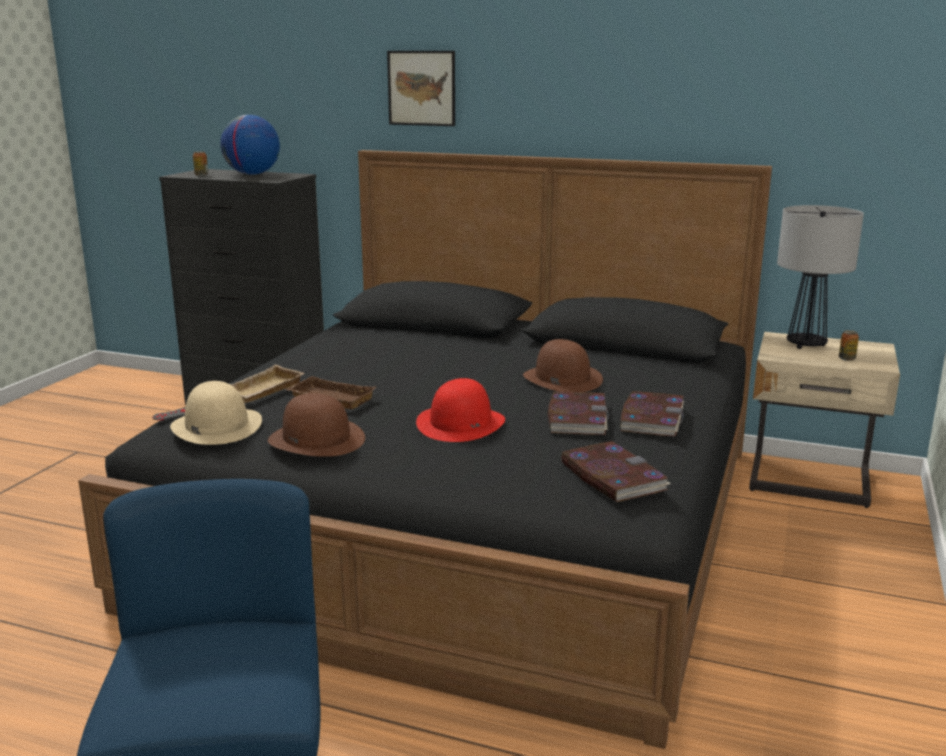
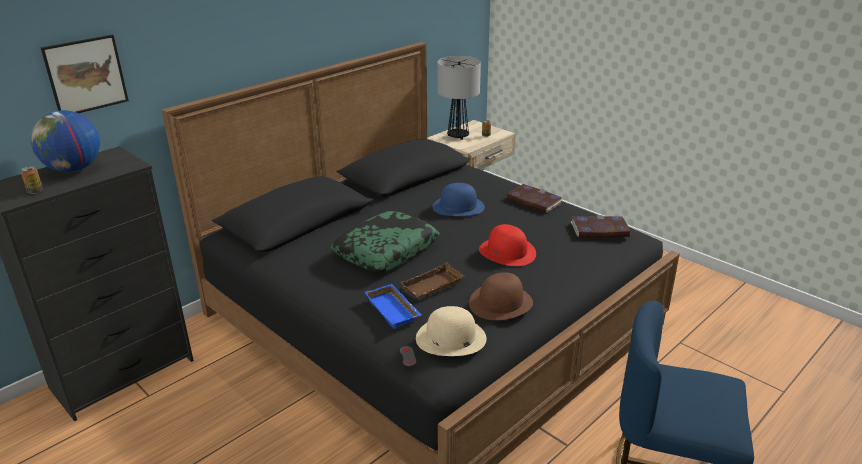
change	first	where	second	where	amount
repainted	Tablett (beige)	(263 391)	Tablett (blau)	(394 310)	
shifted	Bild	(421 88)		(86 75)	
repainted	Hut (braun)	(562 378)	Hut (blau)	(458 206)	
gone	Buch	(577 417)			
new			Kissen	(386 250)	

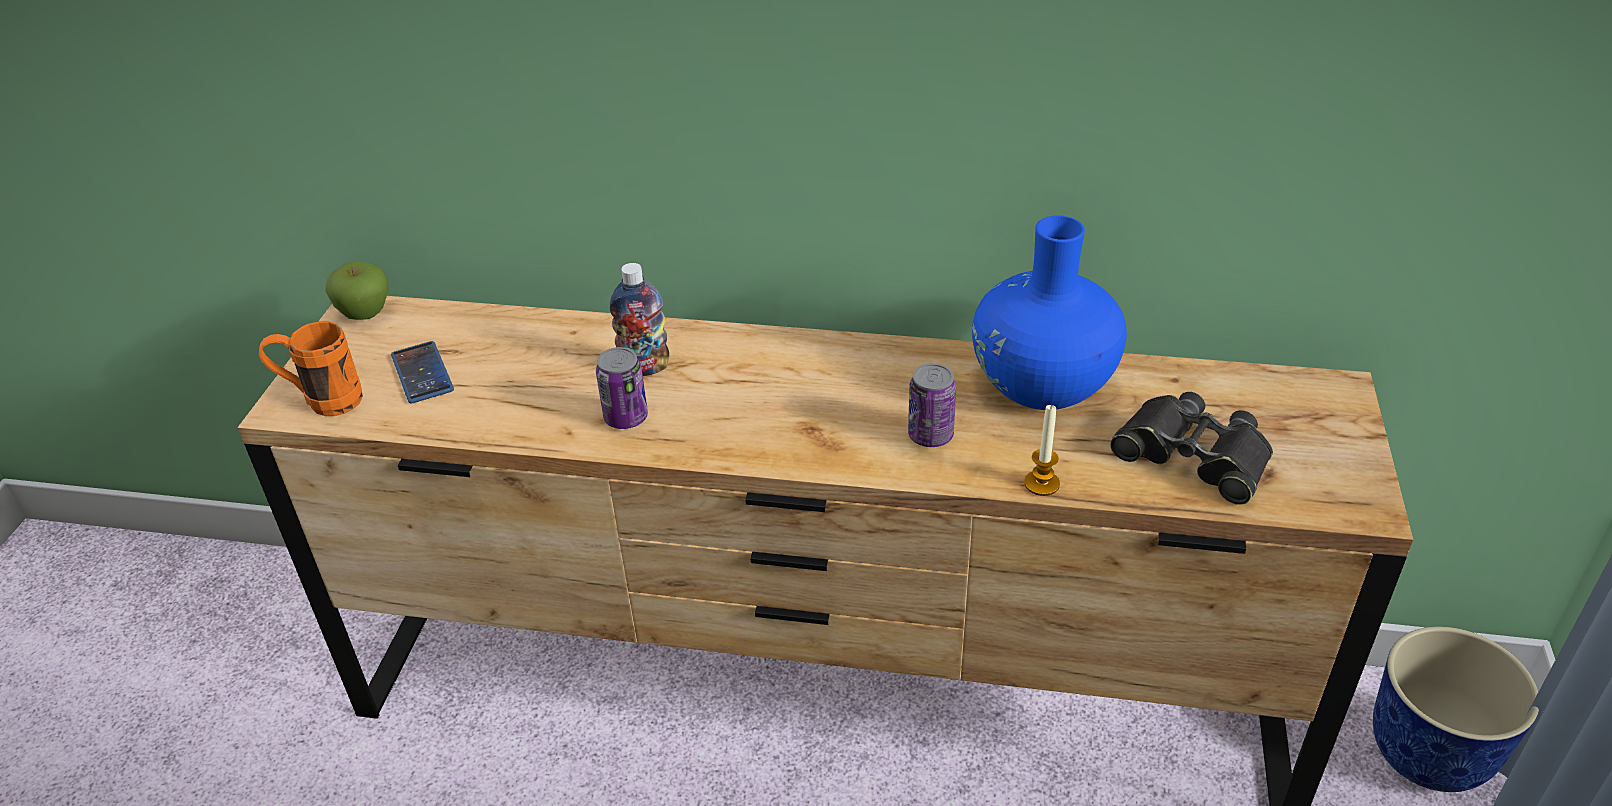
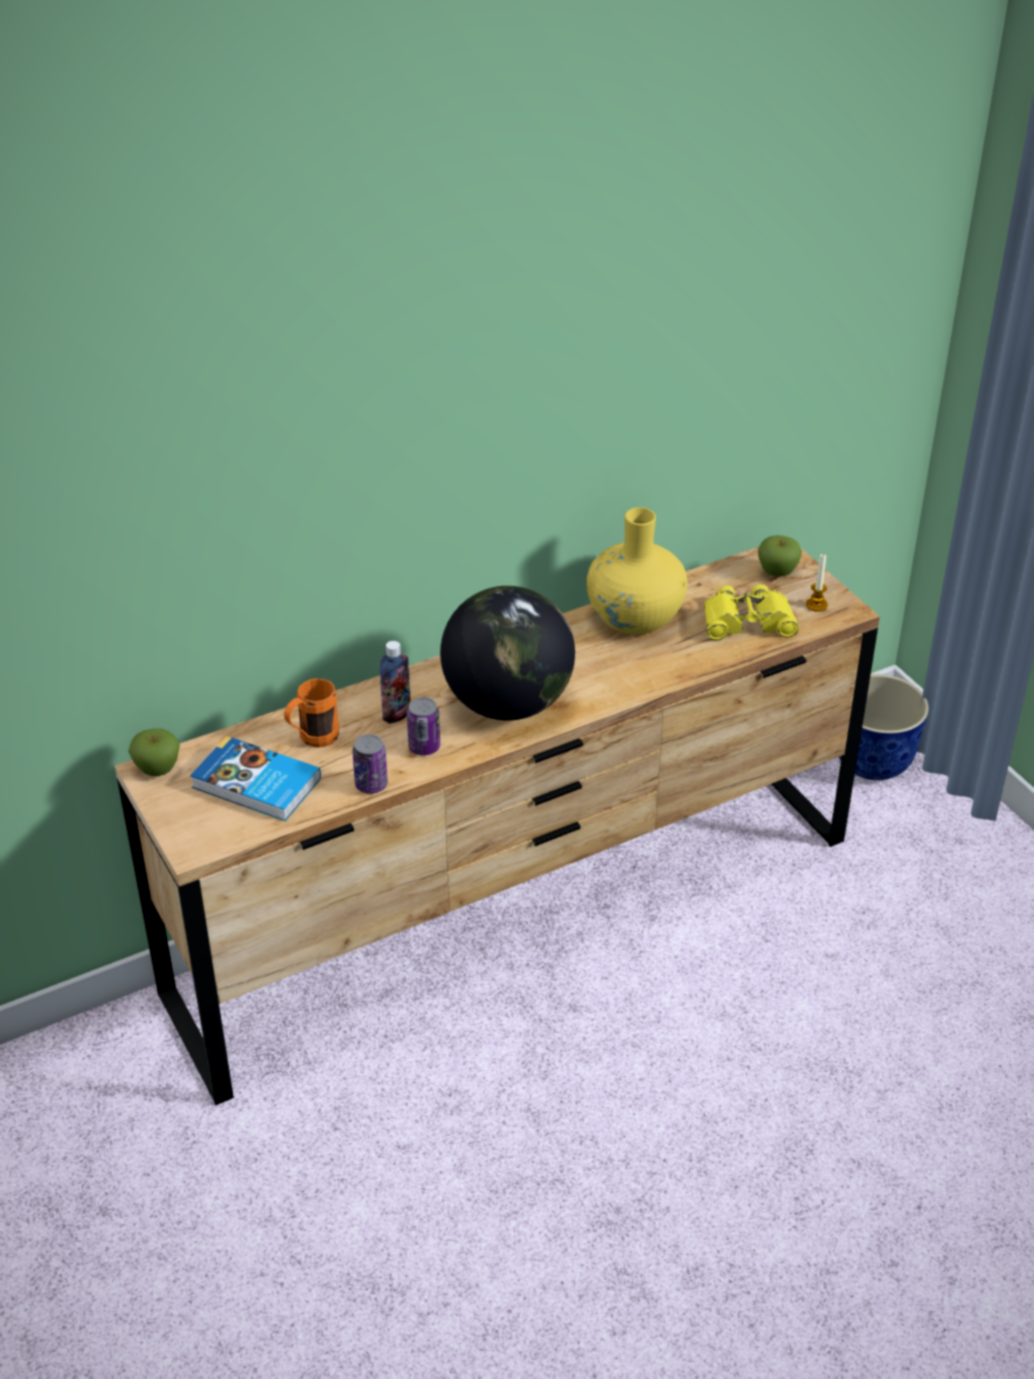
change	first	where	second	where	amount
shifted	Henkelbecher (orange)	(322 402)		(312 740)	
swapped	Handy	(422 373)	Buch	(256 785)	
shifted	Dose	(930 435)		(371 785)	
repainted	Vase (blau)	(1042 385)	Vase (gelb)	(635 618)	
shifted	Kerze	(1041 484)		(816 605)	
repainted	Fernglas (schwarz)	(1193 456)	Fernglas (gelb)	(747 621)	
new			Globus	(508 704)	
new			Apfel	(777 572)	

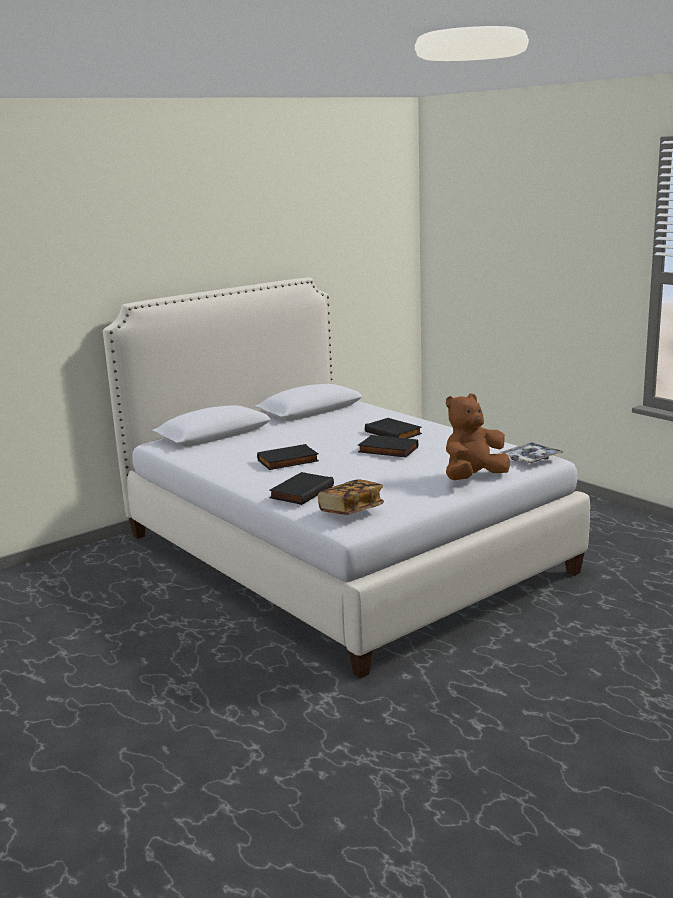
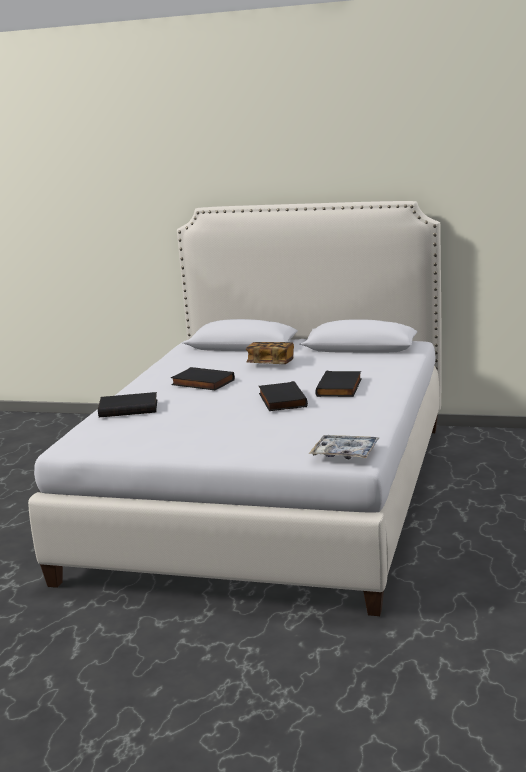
change	first	where	second	where	amount
shifted	Buch	(351 510)		(270 364)	
gone	Plüschtier (braun)	(473 478)			

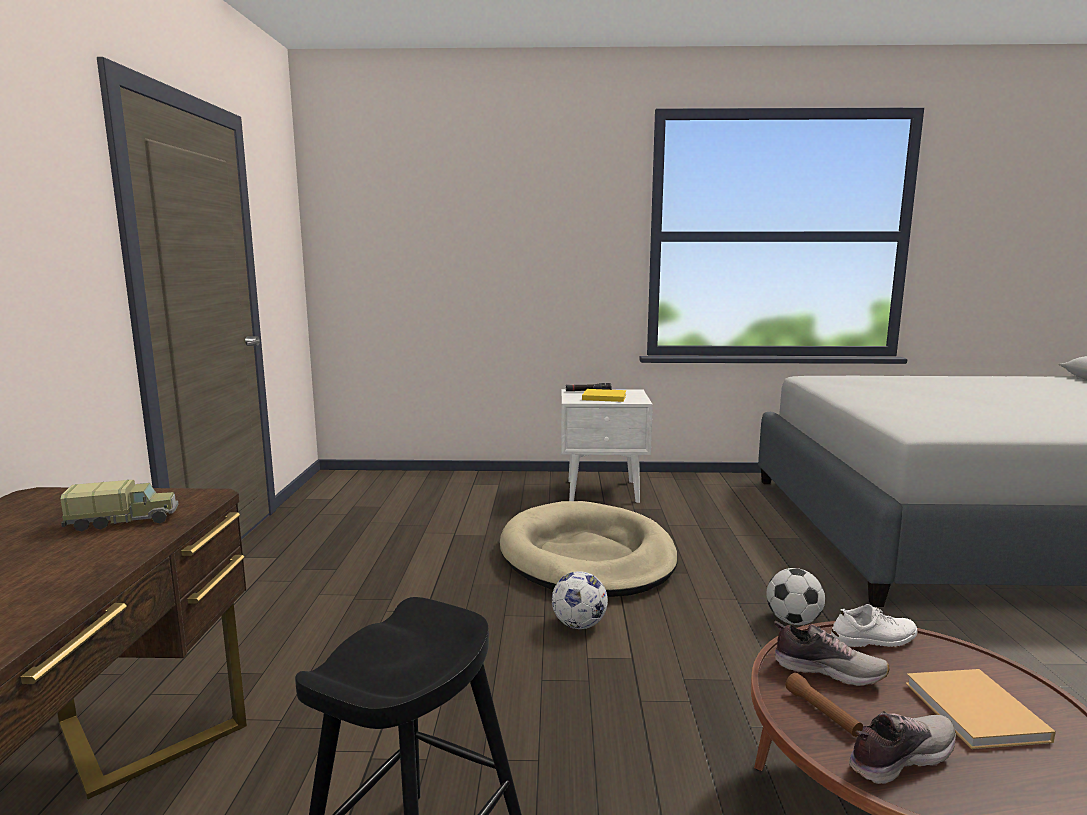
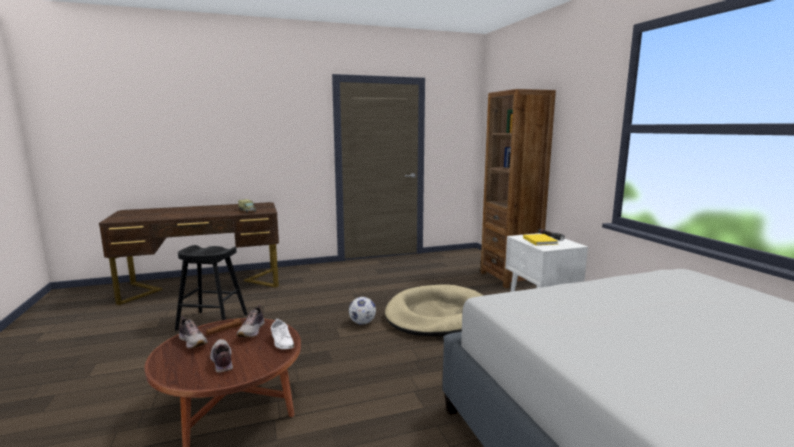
change	first	where	second	where	amount
gone	Fußball	(793 621)			
swapped	Buch (beige)	(977 713)	Schuh	(221 361)	
new			Bücherregal (braun)	(509 277)	

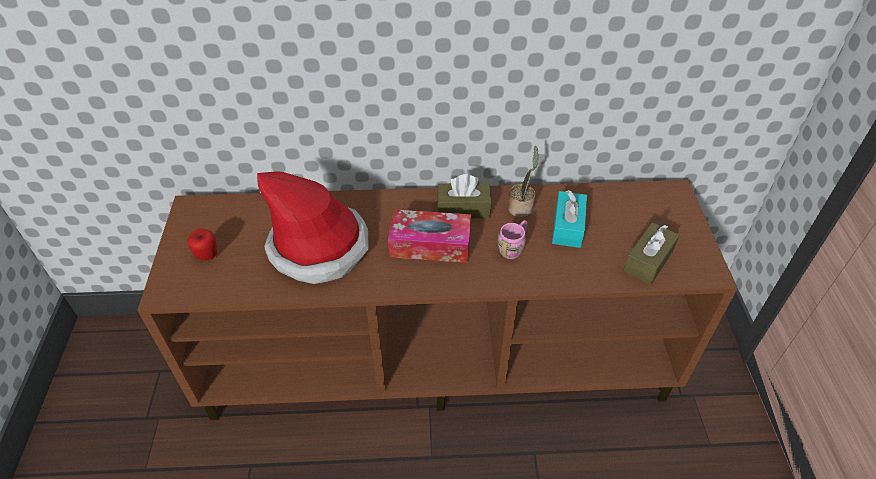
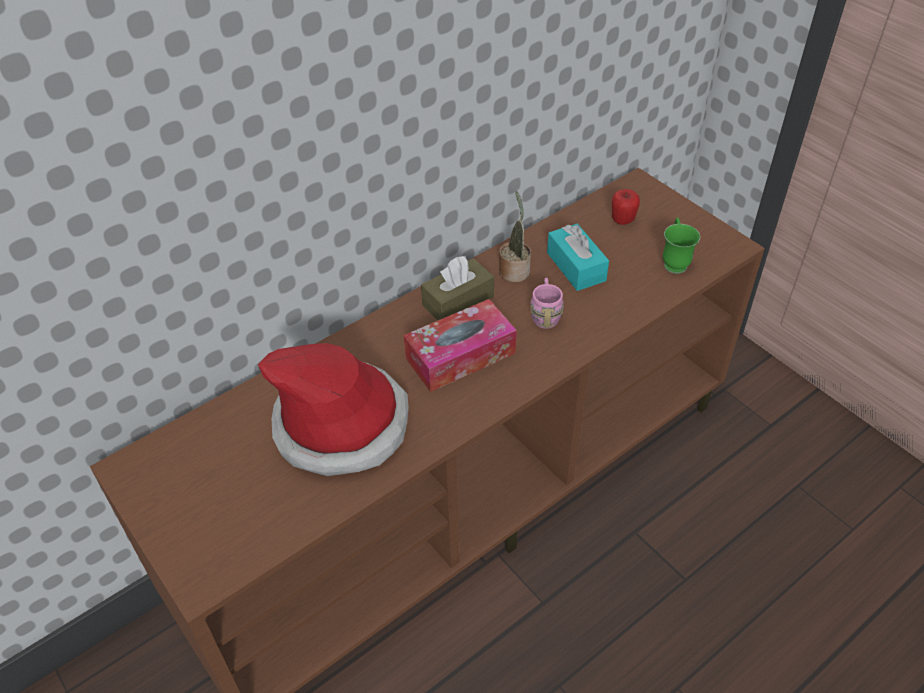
change	first	where	second	where	amount
shifted	Apfel	(207 256)		(622 221)	
swapped	Taschentuchbox (braun)	(648 260)	Henkelbecher (grün)	(674 261)	

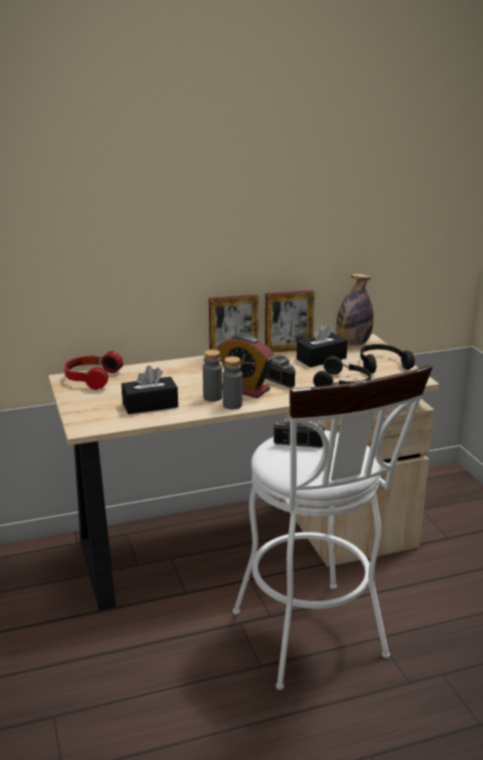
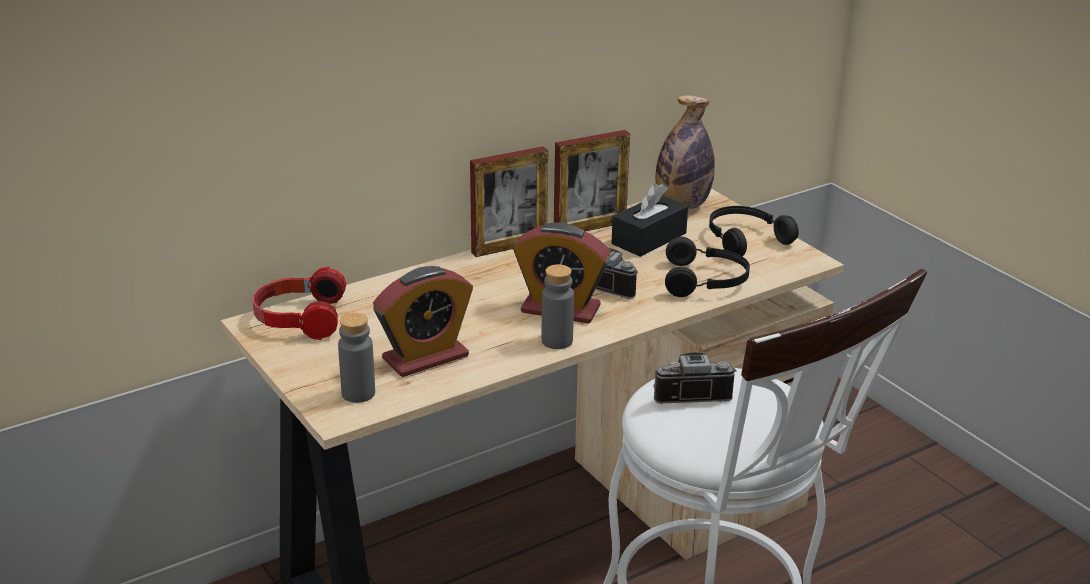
change	first	where	second	where	amount
swapped	Taschentuchbox (schwarz)	(150 405)	Wecker	(425 357)	
shifted	Flasche (grau)	(212 397)		(358 393)	

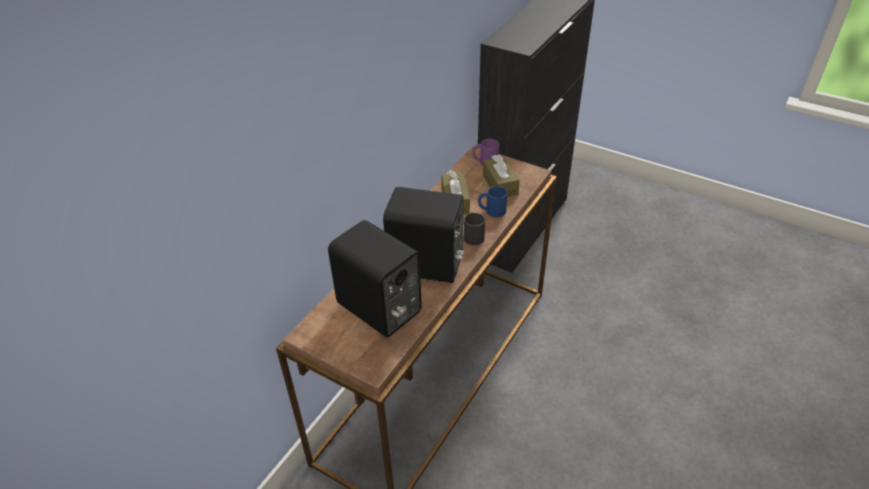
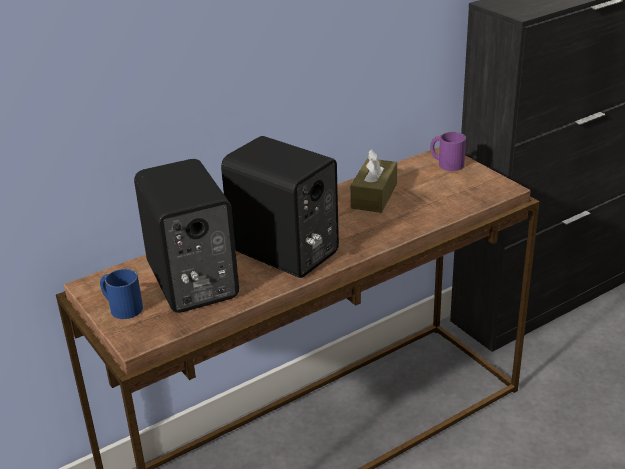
change	first	where	second	where	amount
gone	Henkelbecher (schwarz)	(473 235)			
shifted	Henkelbecher (blau)	(491 210)		(121 307)	
gone	Taschentuchbox (braun)	(500 184)			

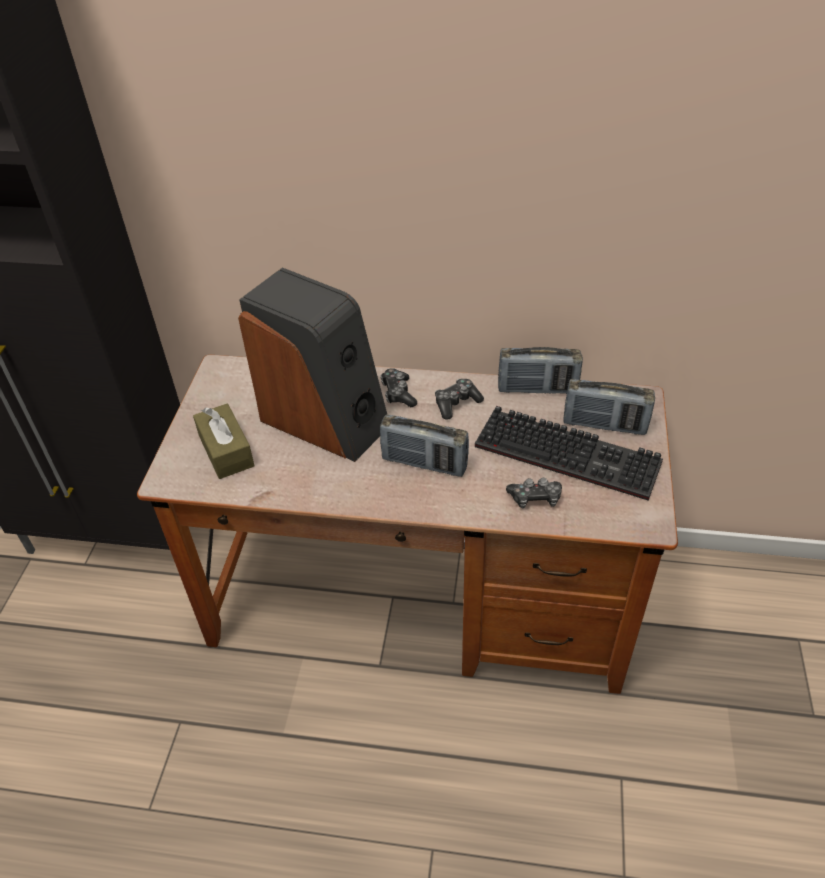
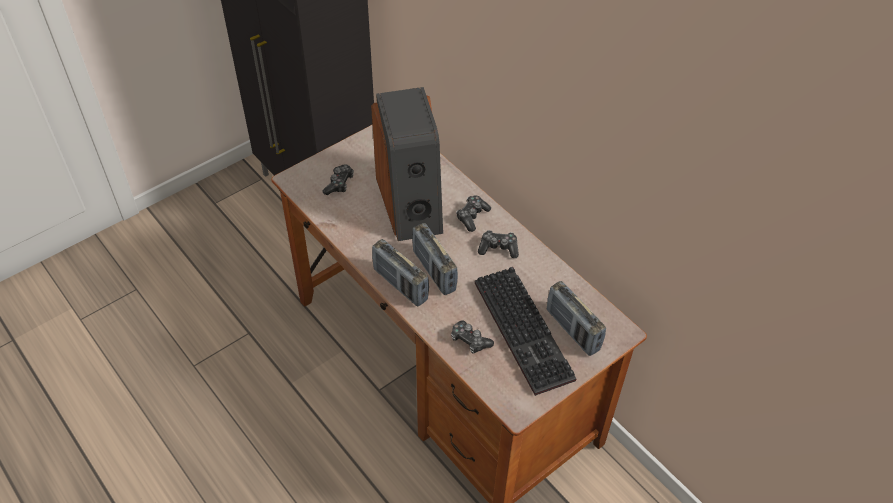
change	first	where	second	where	amount
swapped	Taschentuchbox (braun)	(226 451)	Gamepad	(339 184)	
shifted	Radio	(537 389)		(400 285)	

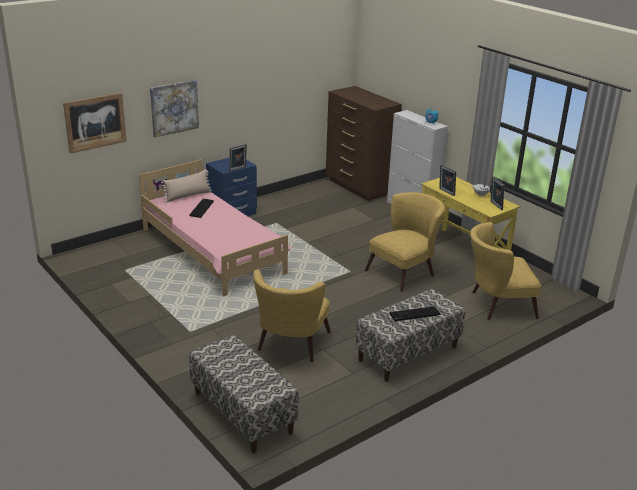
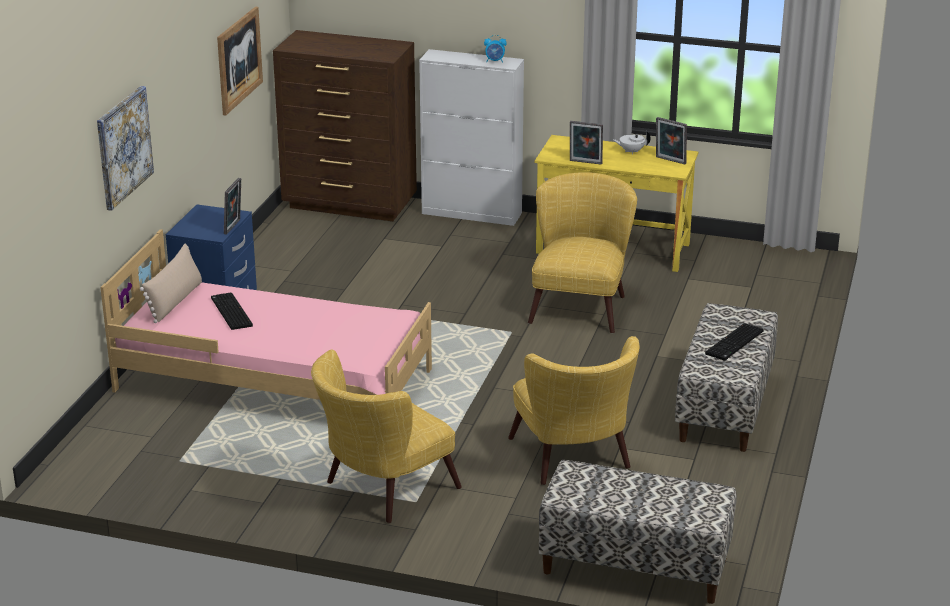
change	first	where	second	where	amount
shifted	Bild	(95 122)		(239 60)	
shifted	Sessel (gelb)	(496 304)		(381 490)	

